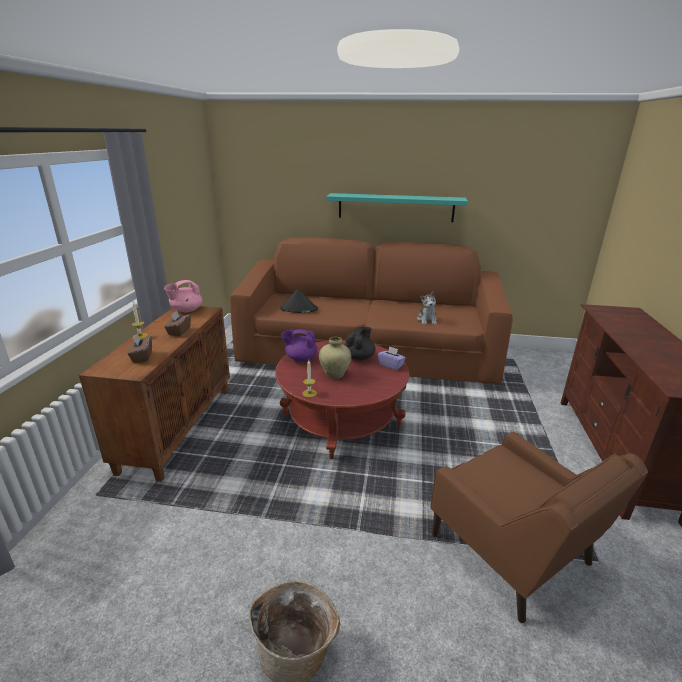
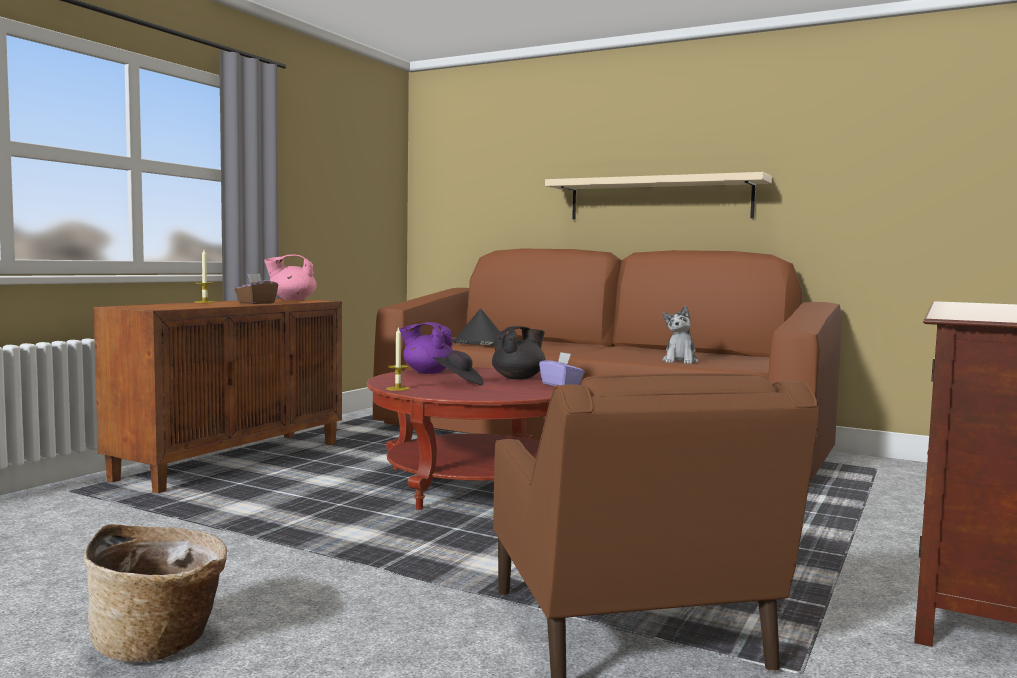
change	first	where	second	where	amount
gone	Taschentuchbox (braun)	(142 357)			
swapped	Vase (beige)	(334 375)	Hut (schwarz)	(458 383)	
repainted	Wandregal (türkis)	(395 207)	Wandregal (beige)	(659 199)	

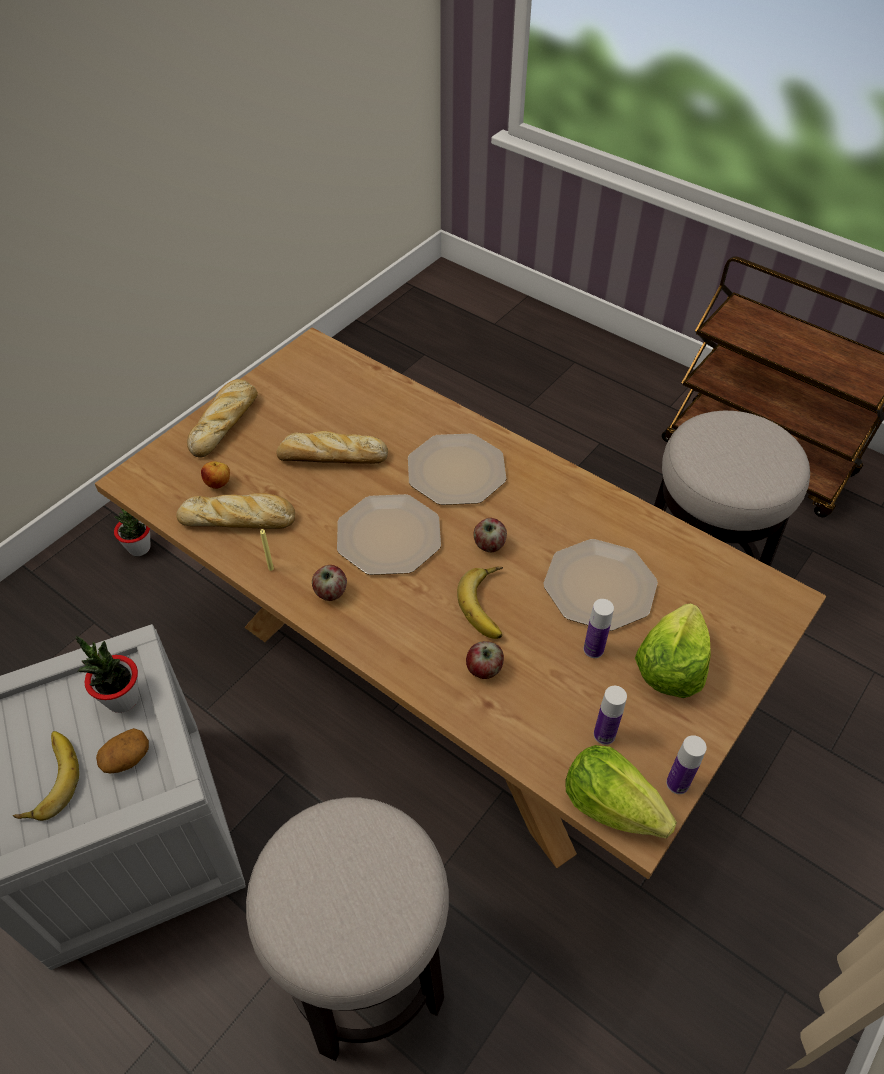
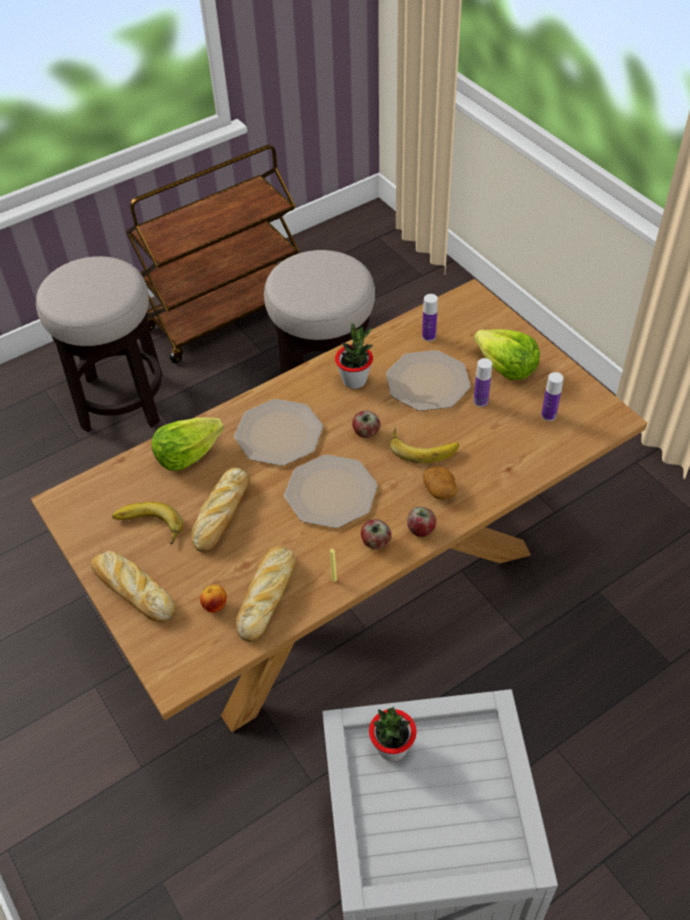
change	first	where	second	where	amount
shifted	Banane	(48 779)		(148 527)	
shifted	Kartoffel	(126 758)		(440 490)	
shifted	Topfpflanze	(139 548)		(355 380)	
shifted	Hocker	(365 972)		(122 401)	
shifted	Apfel	(484 669)		(421 529)	
shifted	Salatkopf	(611 804)		(187 455)	
shifted	Flasche	(677 783)		(429 336)	

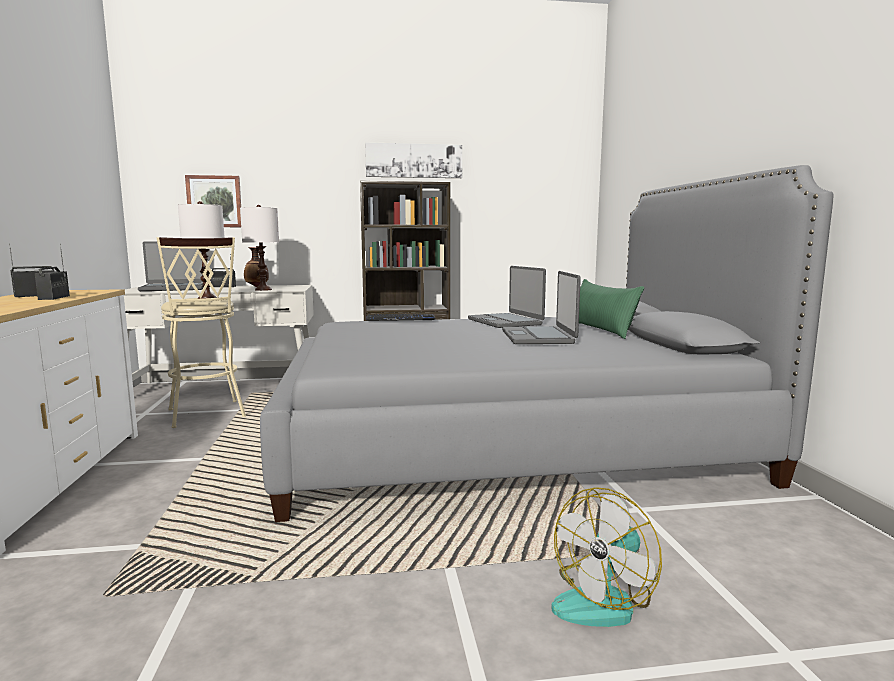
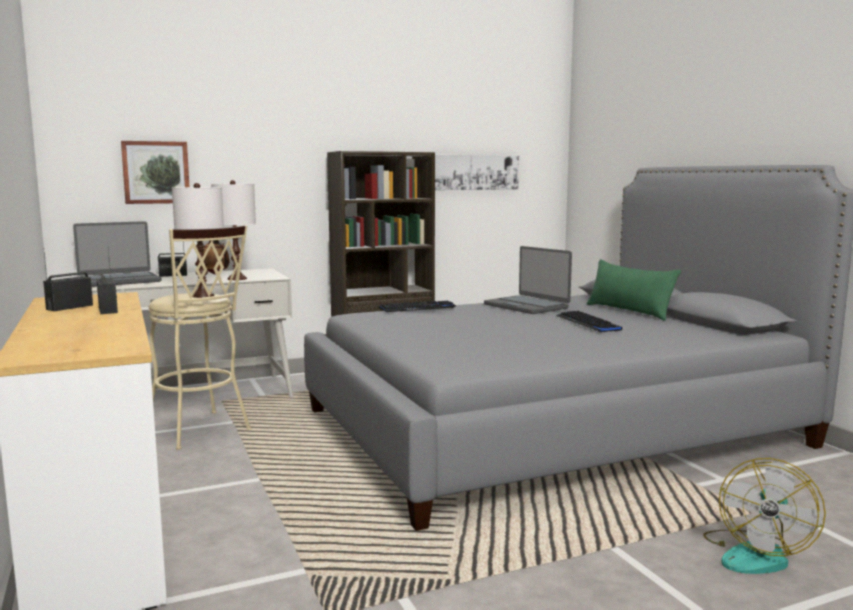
change	first	where	second	where	amount
shifted	Bild	(414 161)		(472 172)	
swapped	Laptop	(538 337)	Tastatur	(588 323)	

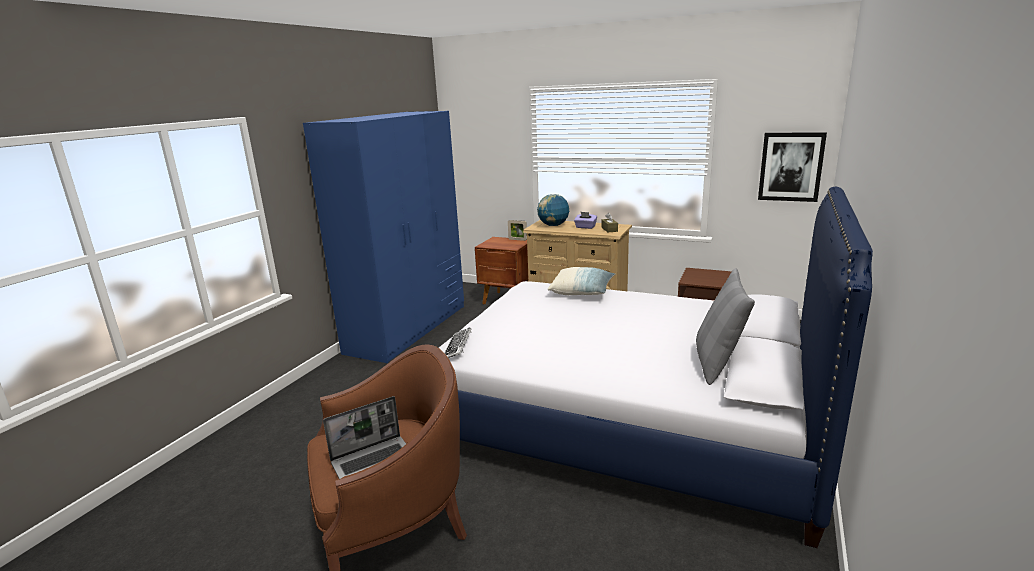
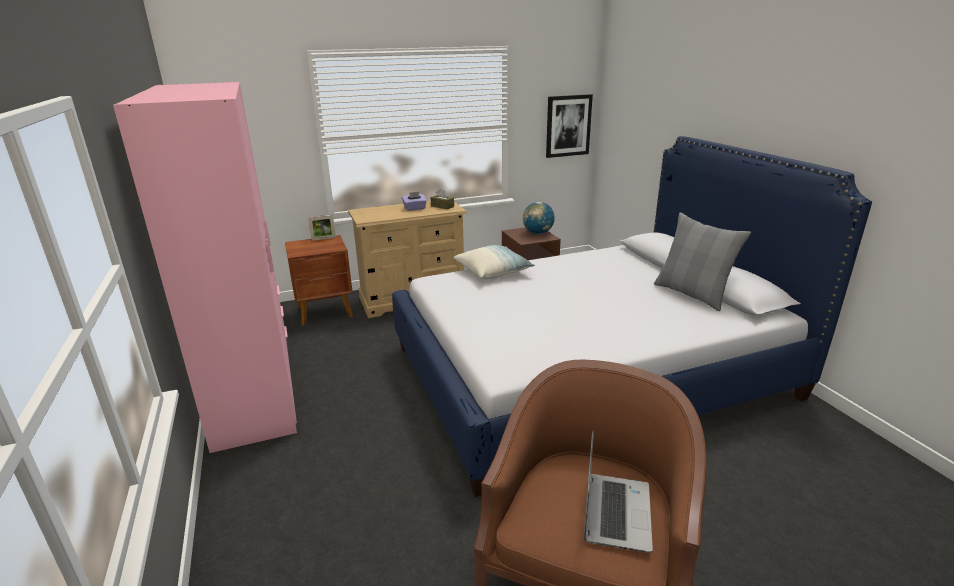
change	first	where	second	where	amount
repainted	Kleiderschrank (blau)	(408 328)	Kleiderschrank (rosa)	(254 384)	
gone	Tastatur	(457 347)			
shifted	Globus	(553 225)		(538 233)	

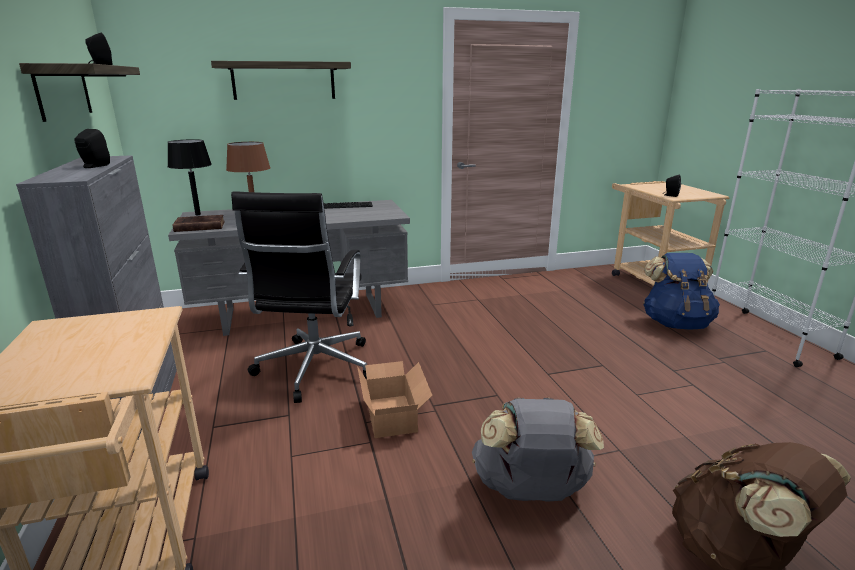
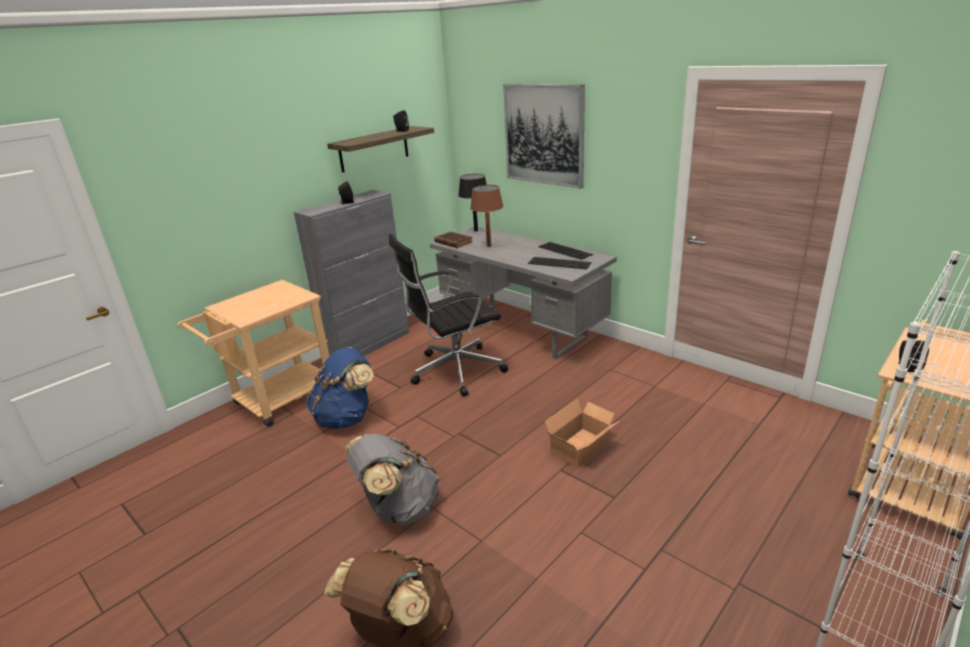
change	first	where	second	where	amount
swapped	Wandregal	(284 81)	Bild	(544 134)	
shifted	Karton	(393 414)		(582 448)	
shifted	Rucksack (blau)	(675 323)		(346 417)	
new			Tastatur	(560 263)	

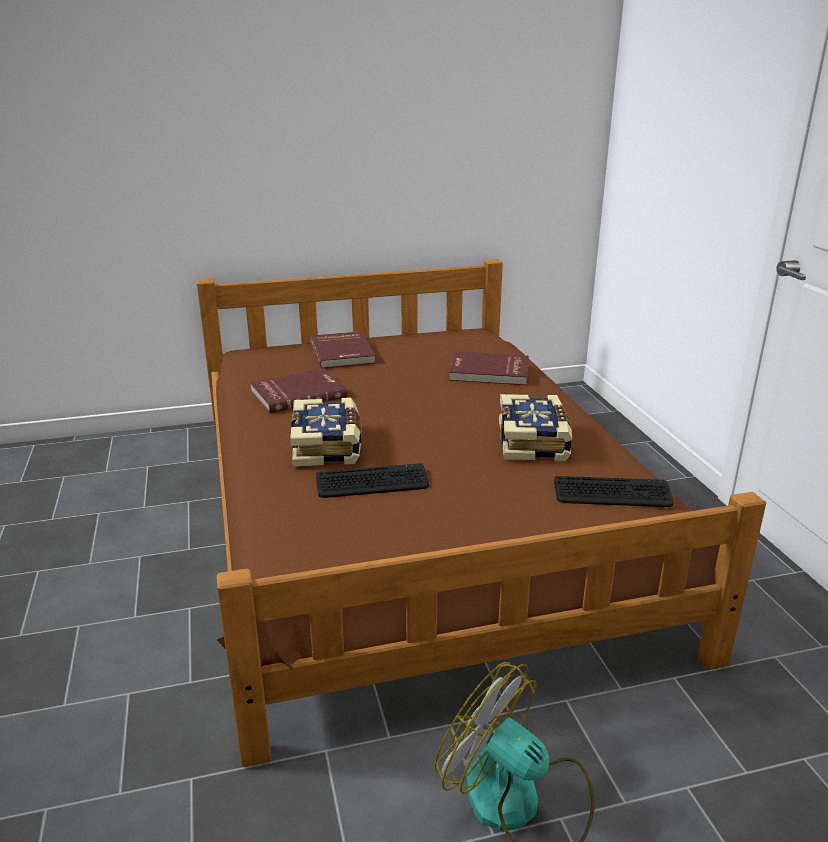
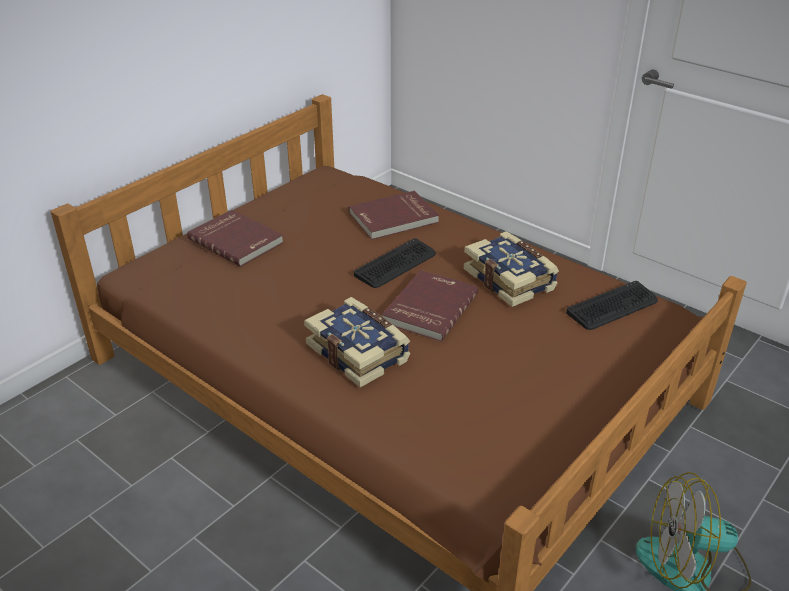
change	first	where	second	where	amount
shifted	Buch (rot)	(298 393)		(428 308)	
shifted	Tastatur	(372 483)		(396 264)	

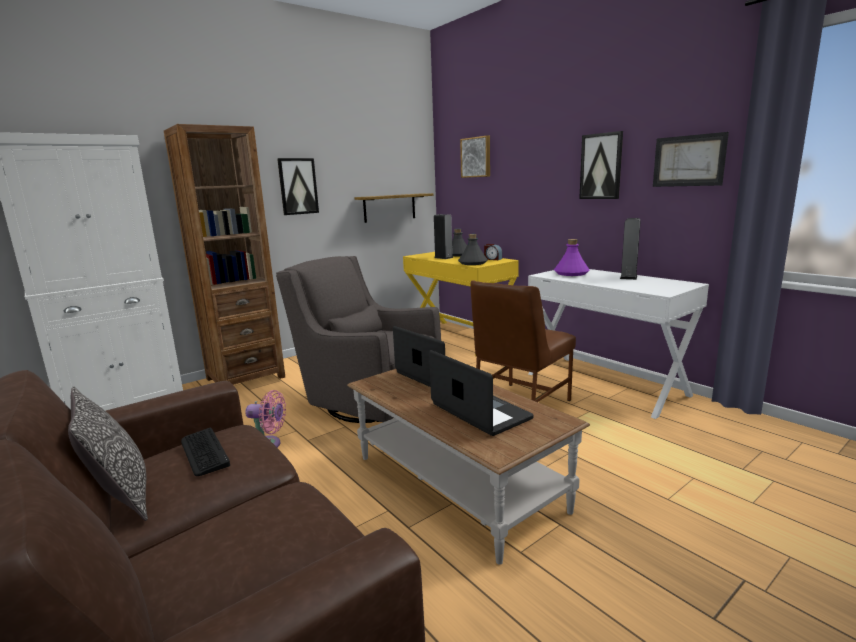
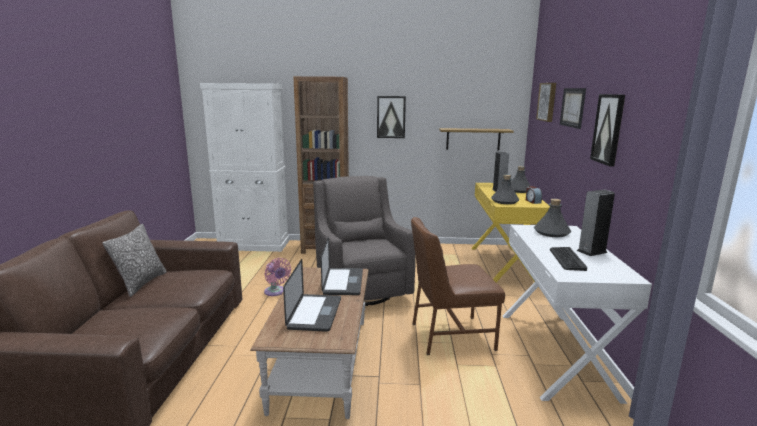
change	first	where	second	where	amount
shifted	Tastatur	(204 452)		(566 259)	
repainted	Flasche (lila)	(571 273)	Flasche (grau)	(551 232)	
shifted	Bild	(688 161)		(573 107)	

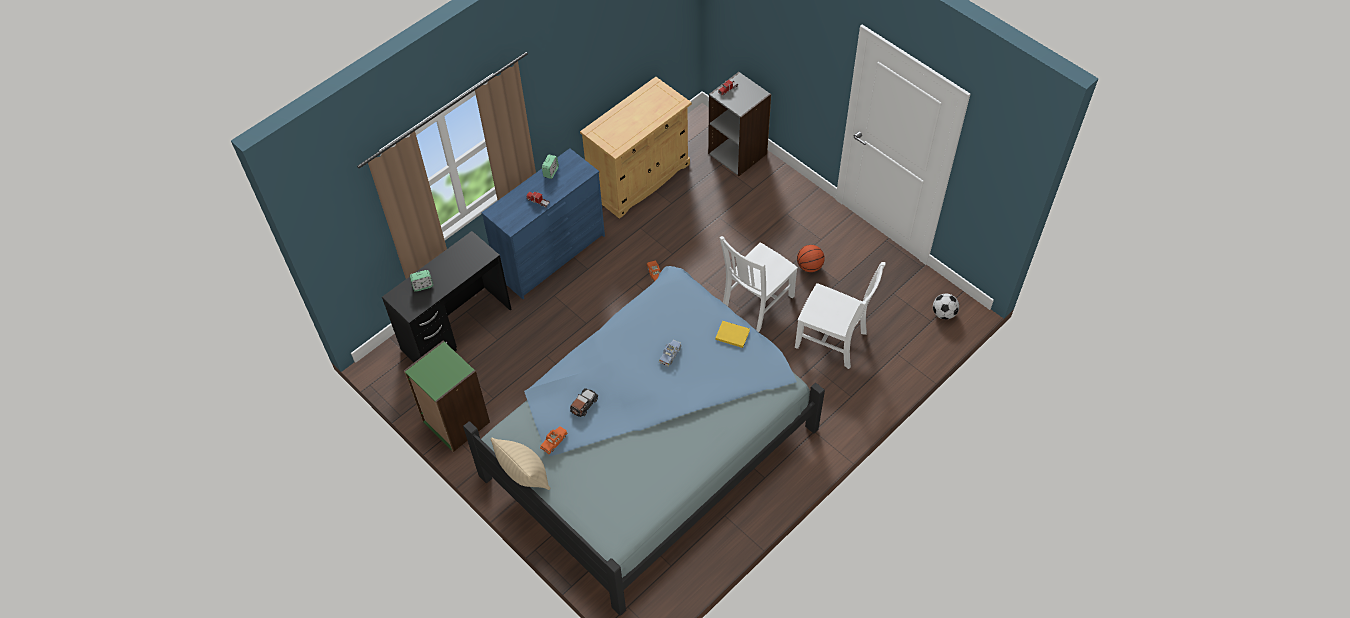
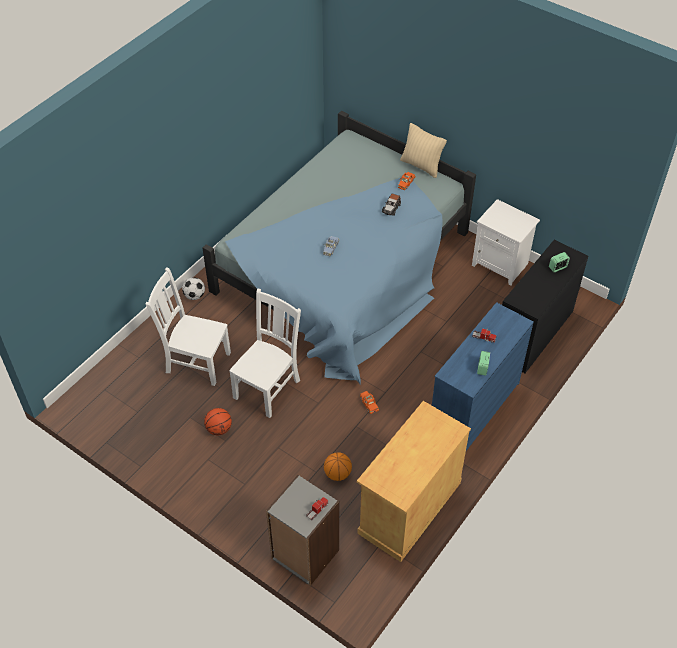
change	first	where	second	where	amount
swapped	Bücherregal (grün)	(455 422)	Nachttisch (weiß)	(501 265)	
gone	Buch (gelb)	(731 334)			
shifted	Fußball	(943 313)		(194 296)	
new			Basketball	(337 473)	

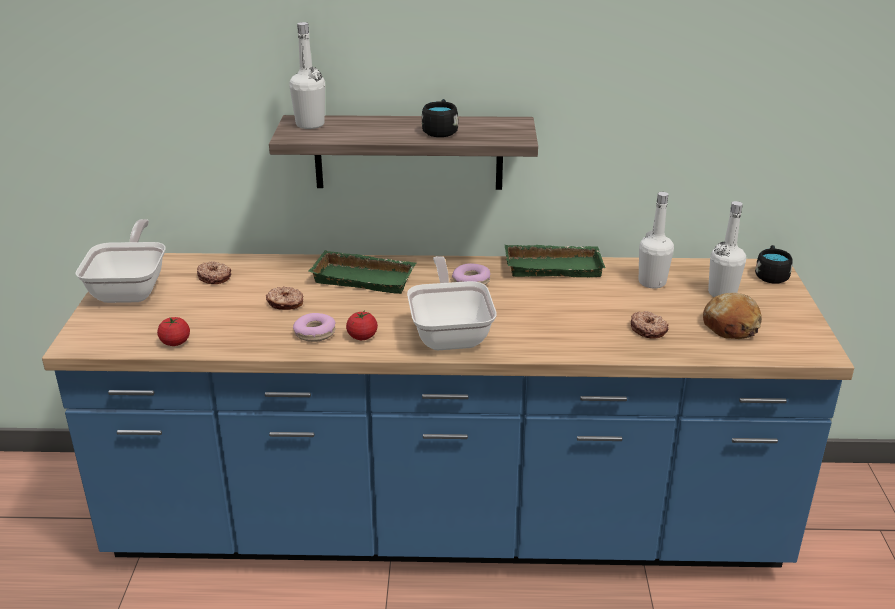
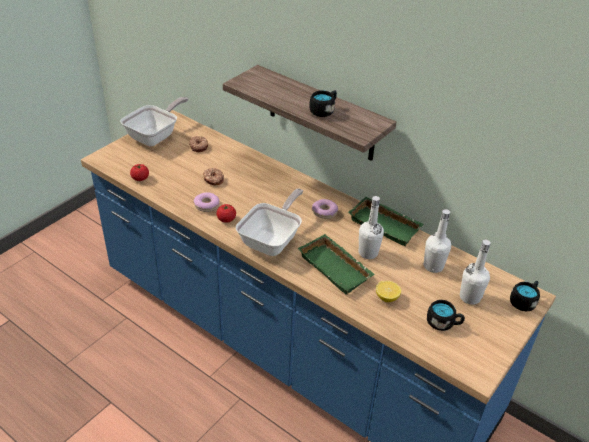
change	first	where	second	where	amount
shifted	Flasche (weiß)	(310 124)		(368 253)	
shifted	Tablett (grün)	(365 277)		(337 268)	
swapped	Donut	(648 330)	Zitrone	(387 297)	
swapped	Brot	(731 326)	Henkelbecher (schwarz)	(443 323)	

